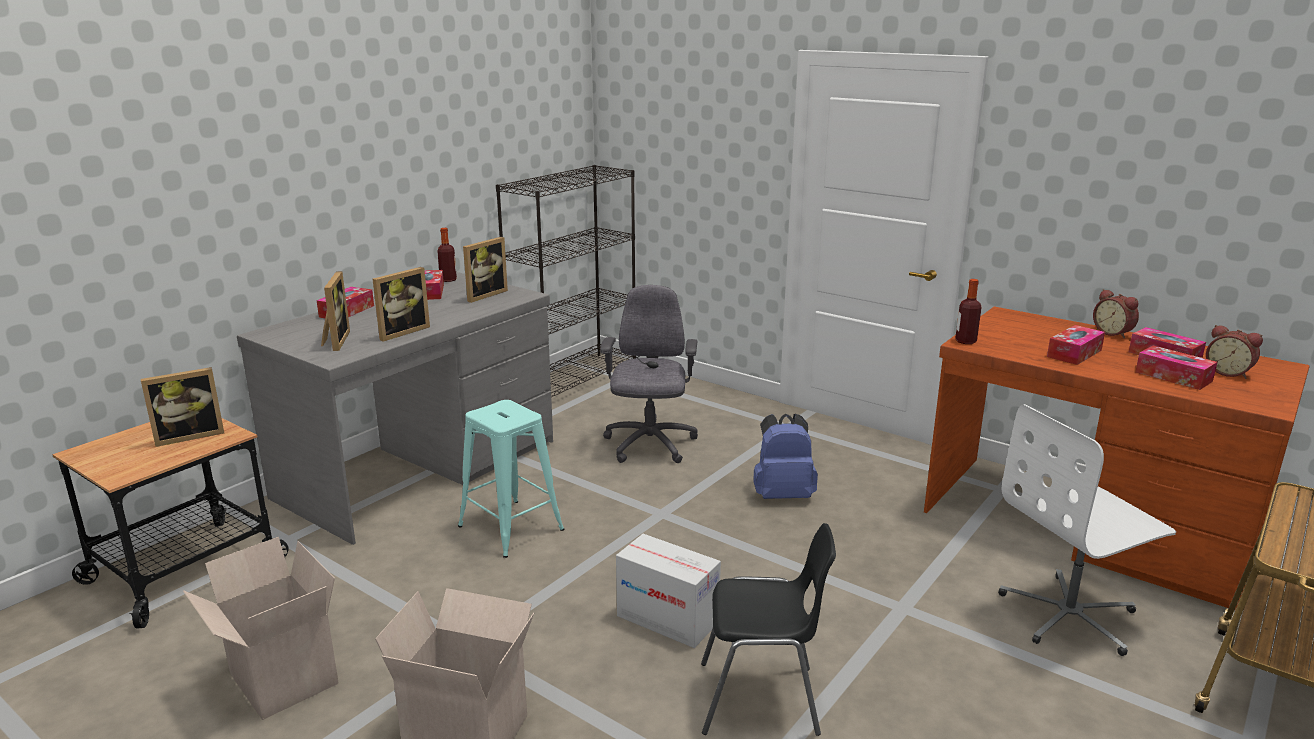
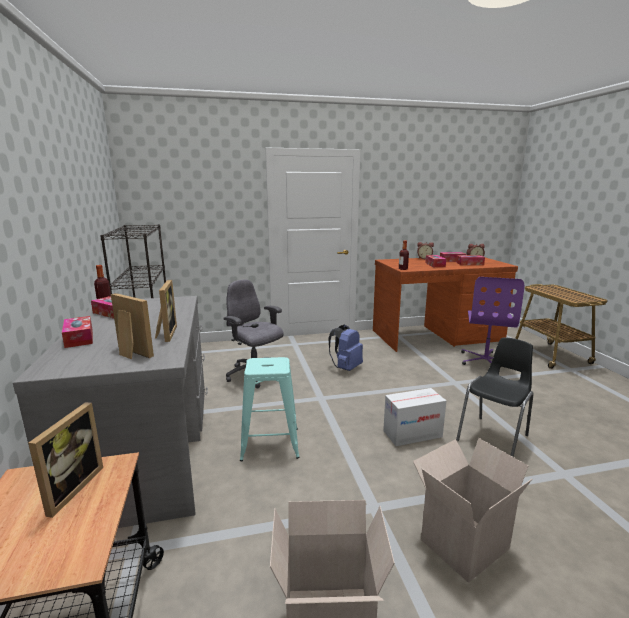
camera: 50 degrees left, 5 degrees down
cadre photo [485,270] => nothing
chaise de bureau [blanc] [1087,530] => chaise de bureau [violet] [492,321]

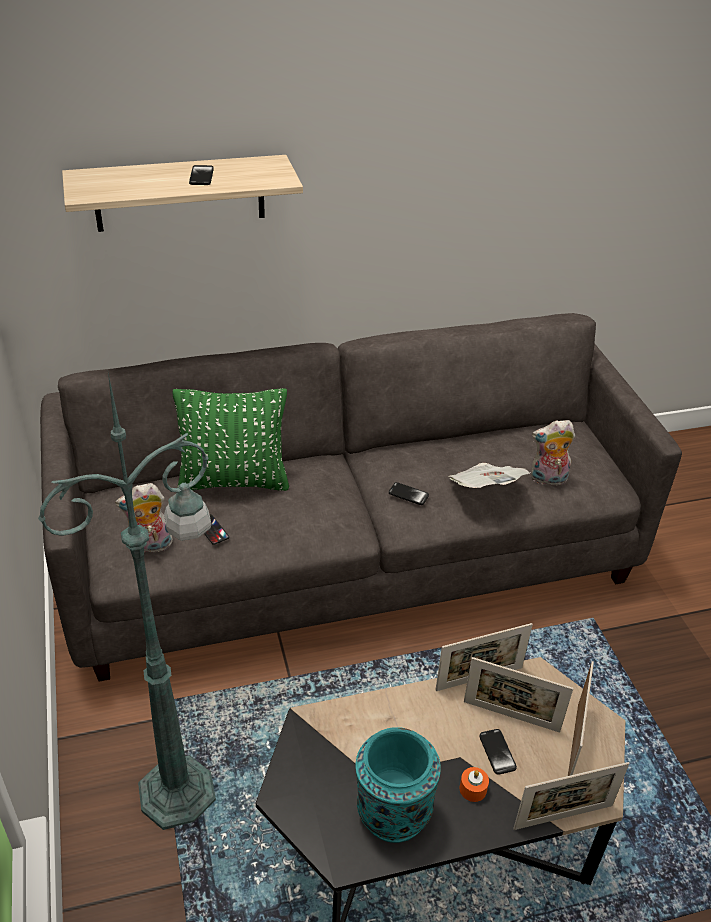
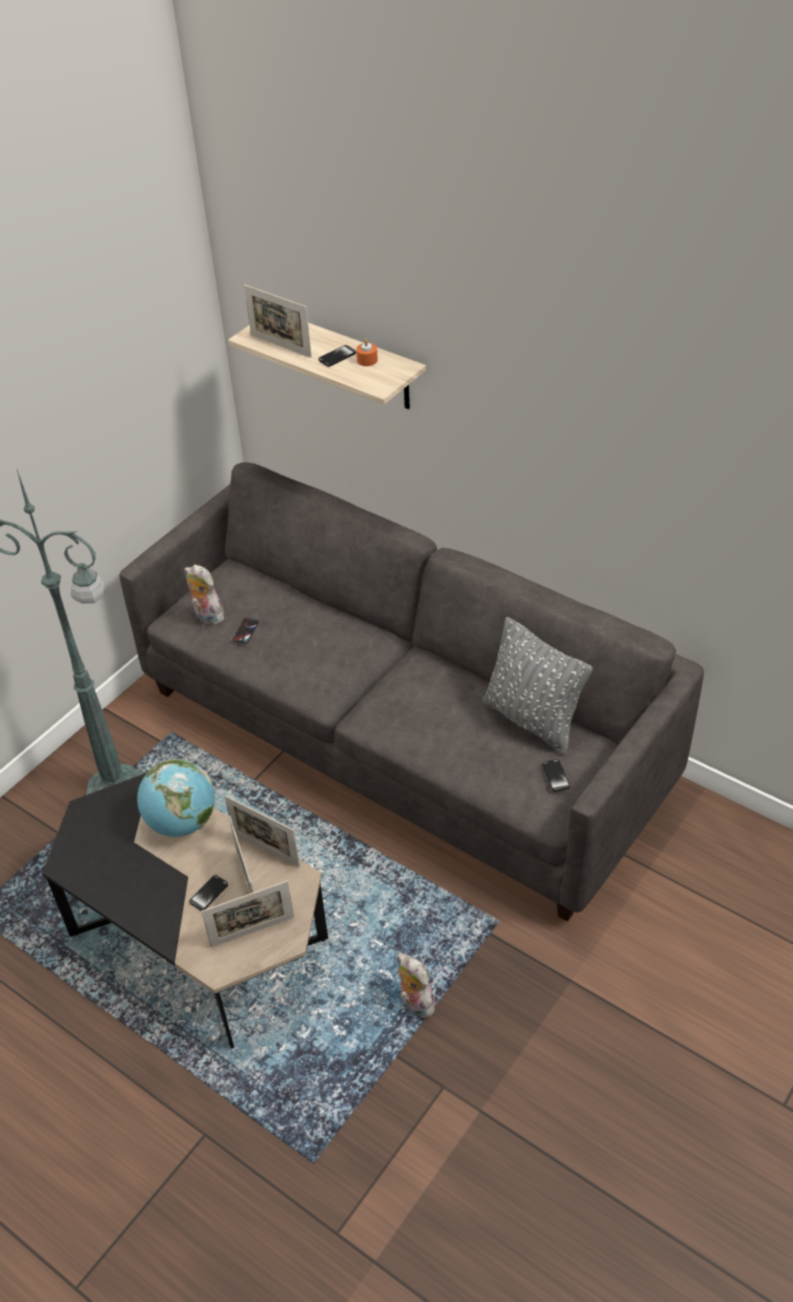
camera: 55 degrees right, 5 degrees up
coussin [vert] [230,439] => nothing
vase [turquoise] [398,785] => nothing
journal [489,475] => nothing
nothing => globe [176,798]
nothing => coussin [gris] [537,686]
téléphone [409,493] => téléphone [556,775], relocated
bougie [orange] [474,784] => bougie [orange] [367,352], relocated
cadre photo [571,796] => cadre photo [278,321], relocated
peluche [553,453] => peluche [416,985], relocated

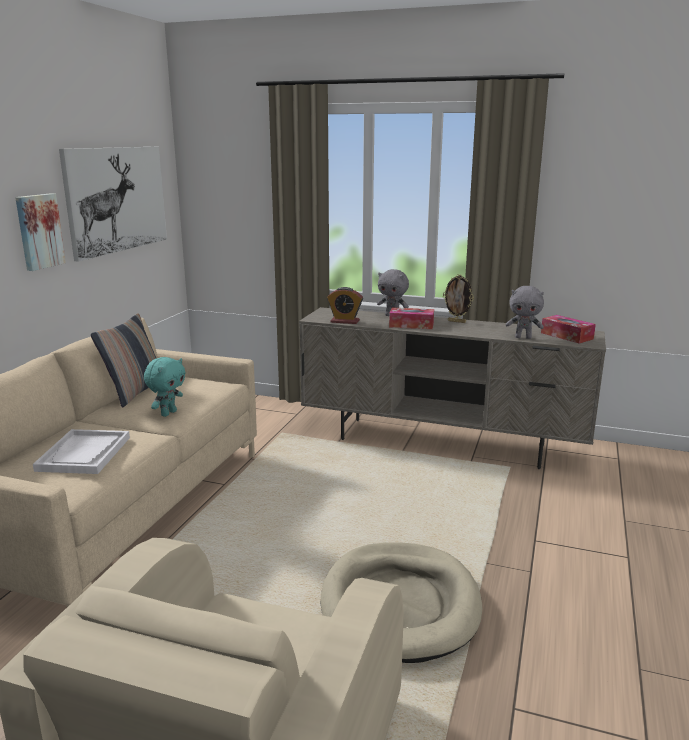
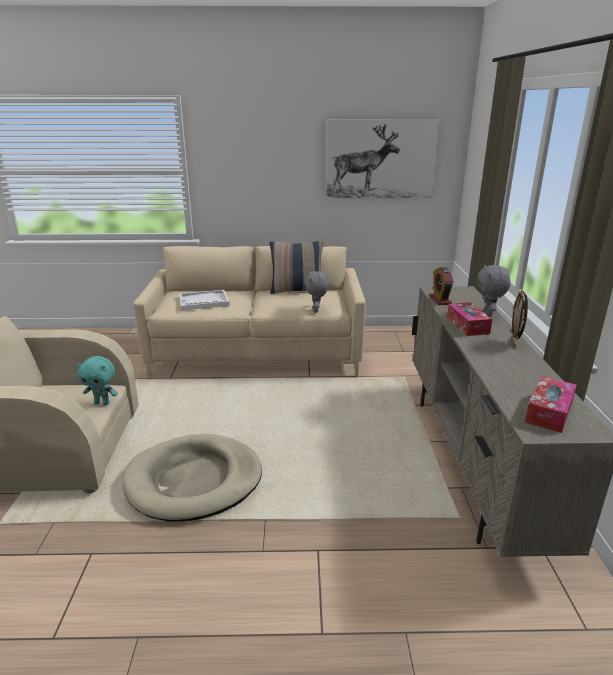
camera: 70 degrees right, 5 degrees up
tableau [40,232] => nothing
peluche [turquoise] [165,387] => peluche [turquoise] [97,380], relocated
peluche [gris] [525,312] => peluche [gris] [316,292], relocated

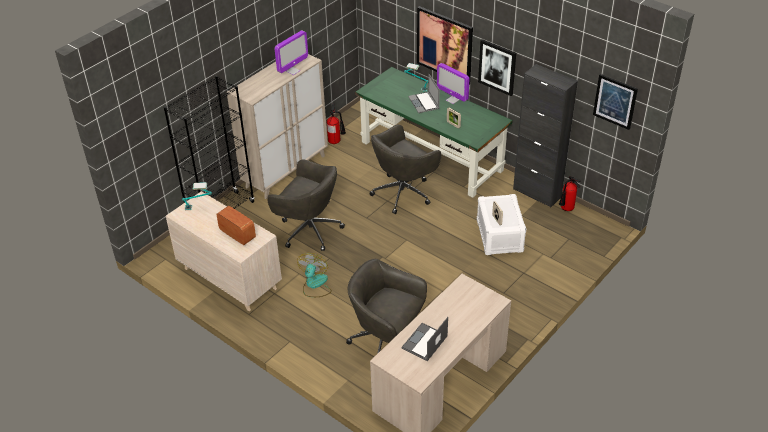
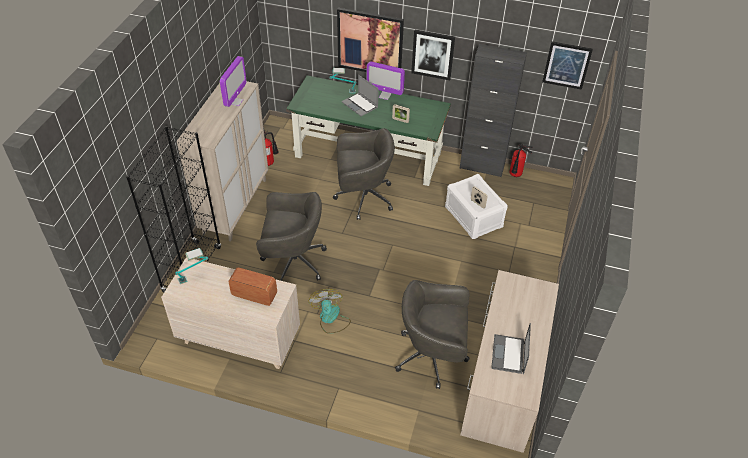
camera: 25 degrees left, 5 degrees up
chaise de bureau [gris] [405,169] => chaise de bureau [gris] [364,174], 120 degrees counterclockwise

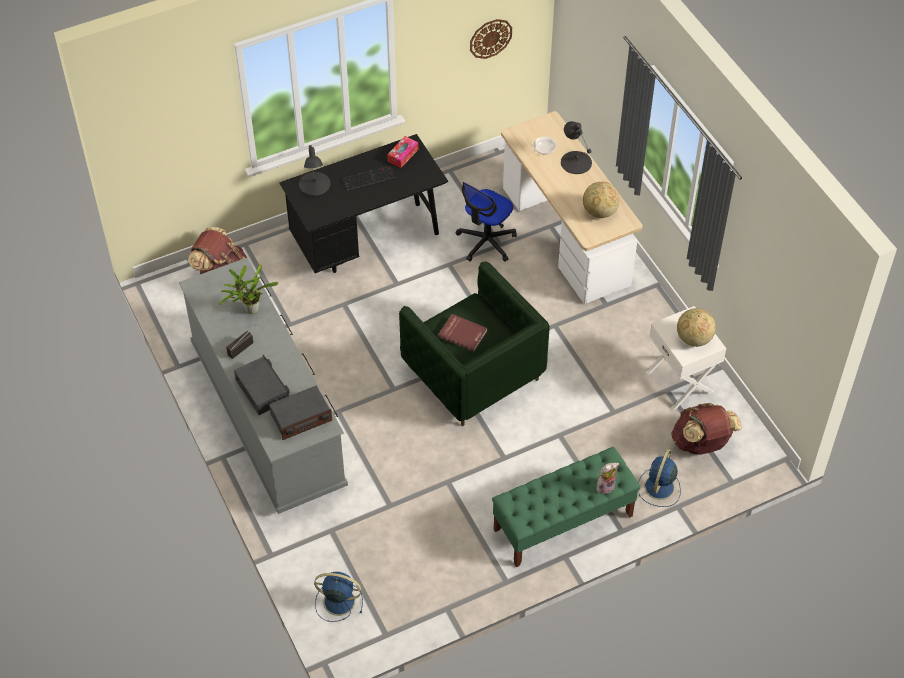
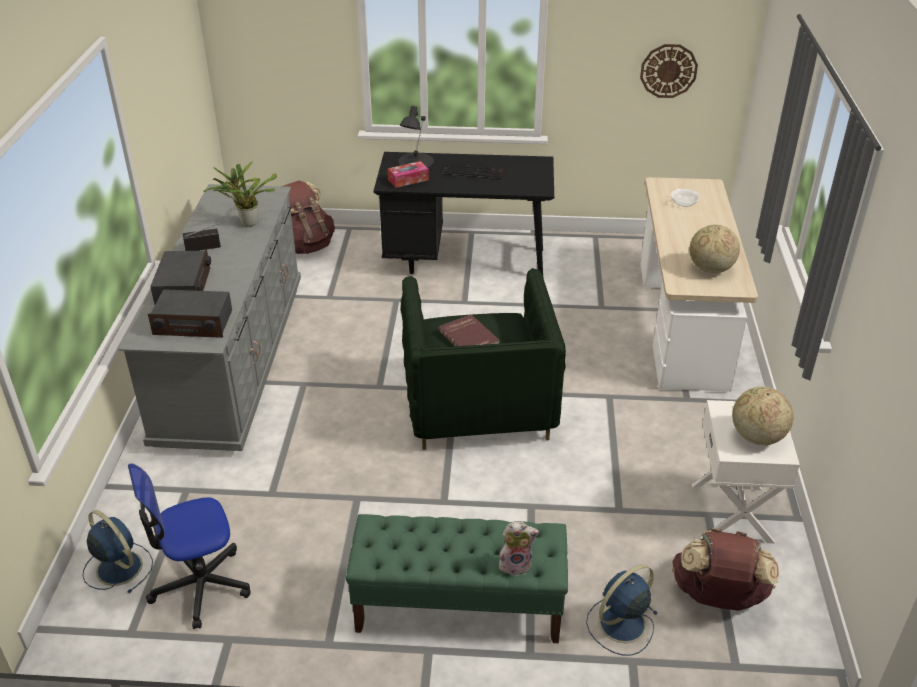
camera: 30 degrees right, 15 degrees down
lampe de table [noir] [576,147] => nothing
boîte à mouchoirs [402,152] => boîte à mouchoirs [408,174], relocated
chaise de bureau [486,222] => chaise de bureau [189,546], relocated

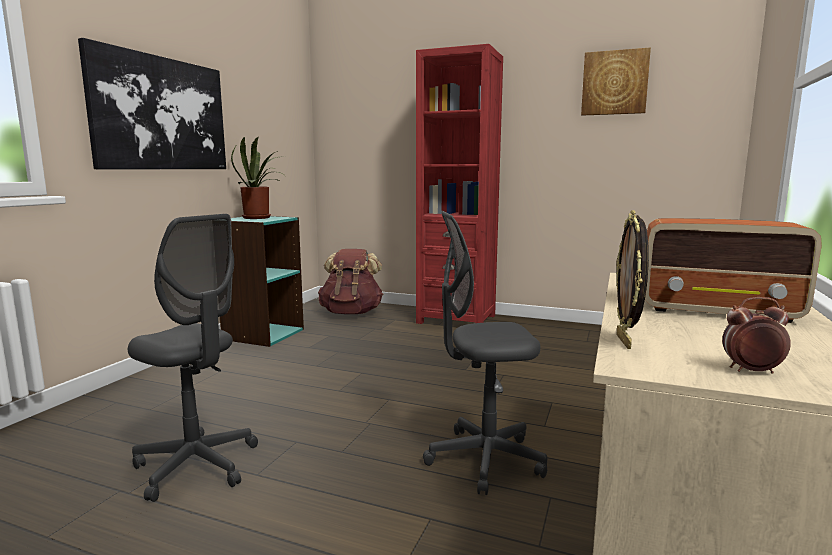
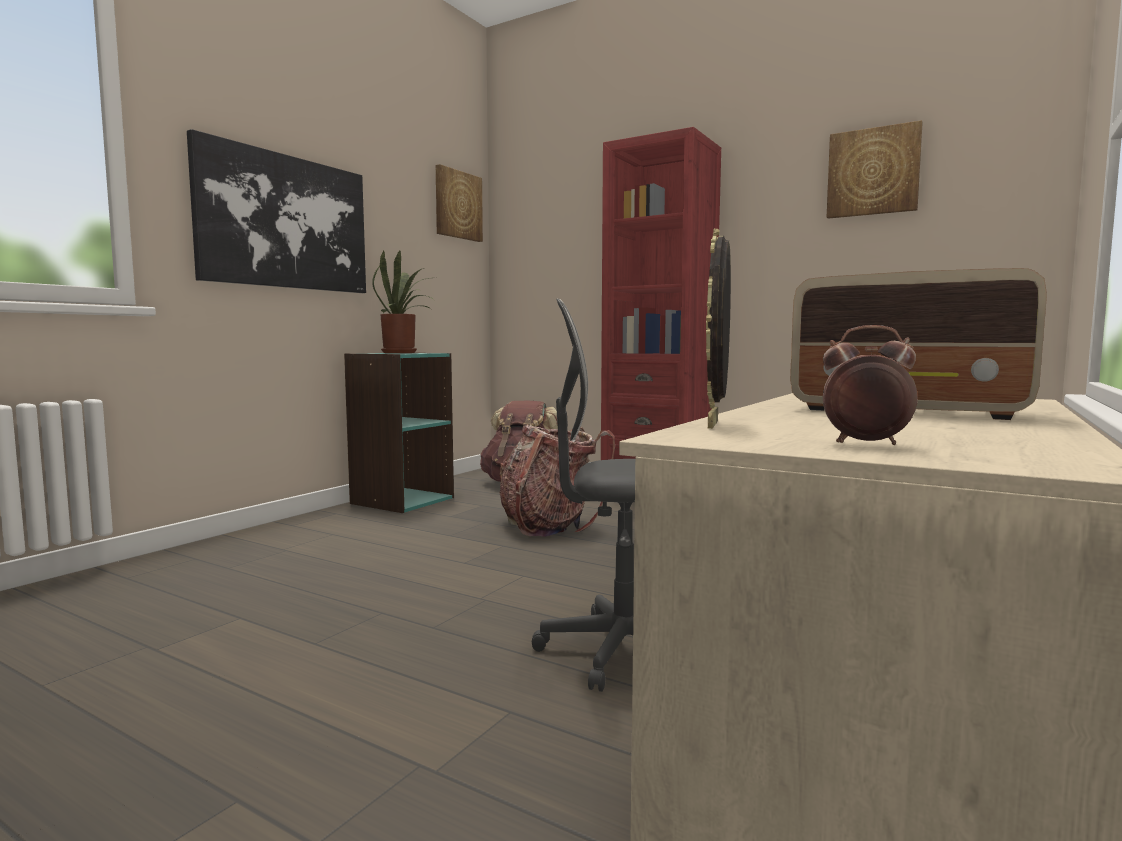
camera: 10 degrees right, 5 degrees down
chaise de bureau [gris] [193,358] => nothing
nothing => tableau [459,203]
nothing => sac à dos [557,481]

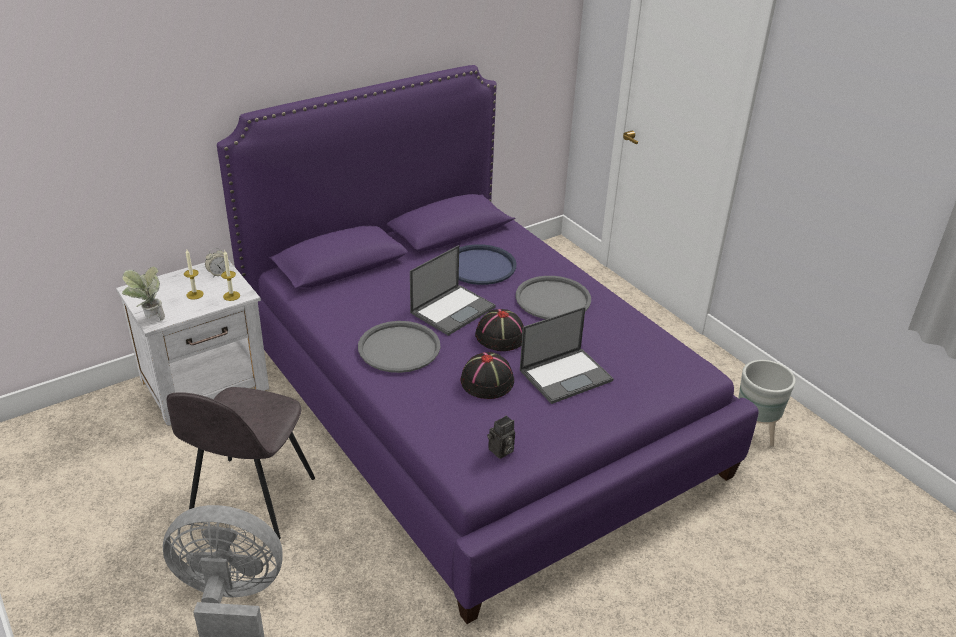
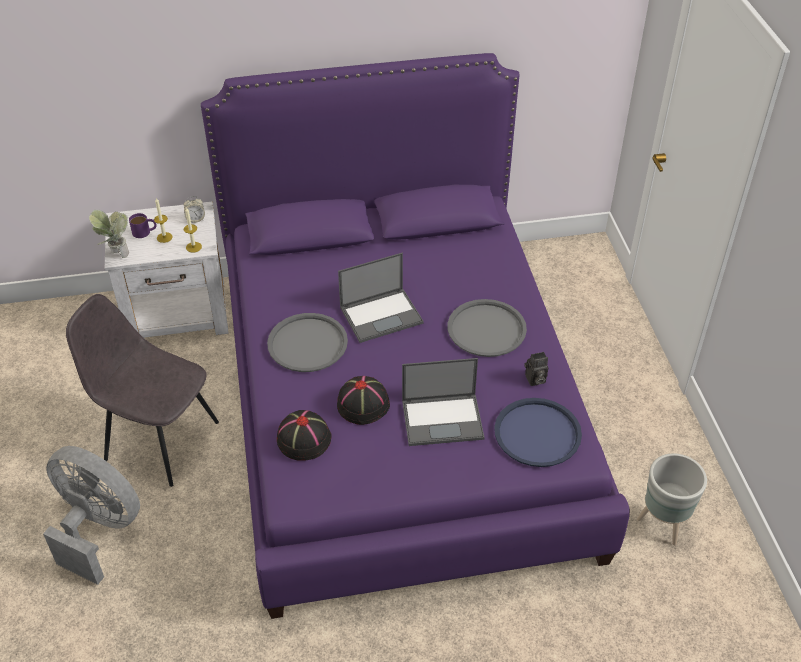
camera: 25 degrees right, 10 degrees up
nothing => mug [violet] [143,225]
plateau [bleu] [488,264] => plateau [bleu] [538,432], relocated
chapeau [noir] [499,330] => chapeau [noir] [304,435], relocated
appareil photo [501,437] => appareil photo [536,369], relocated
chaise [gris] [241,463] => chaise [gris] [142,390], 75 degrees clockwise

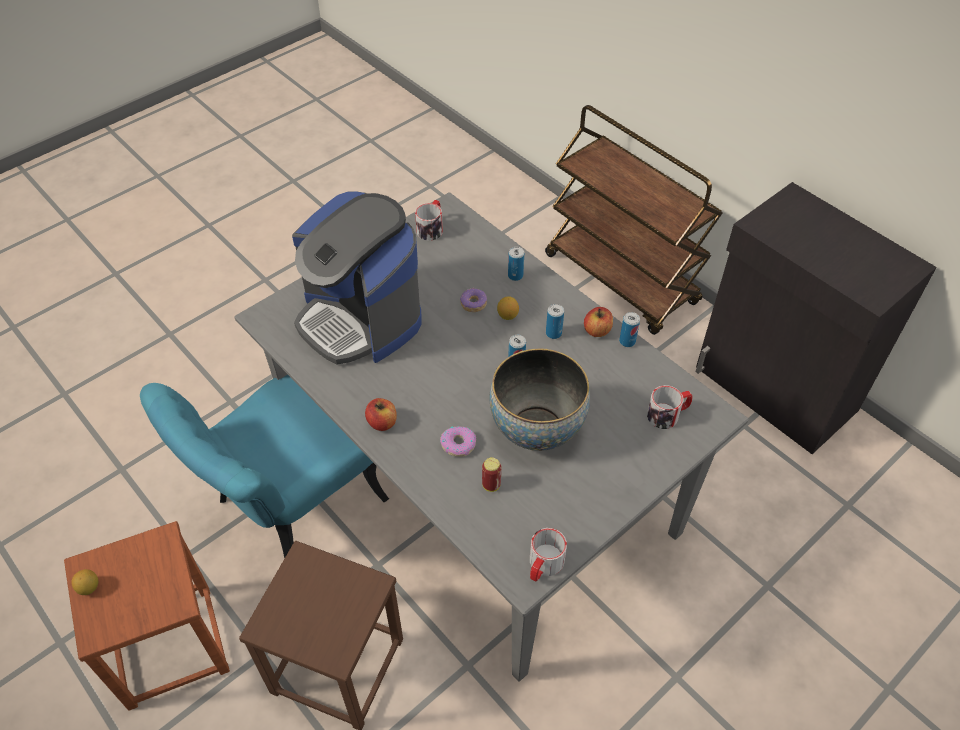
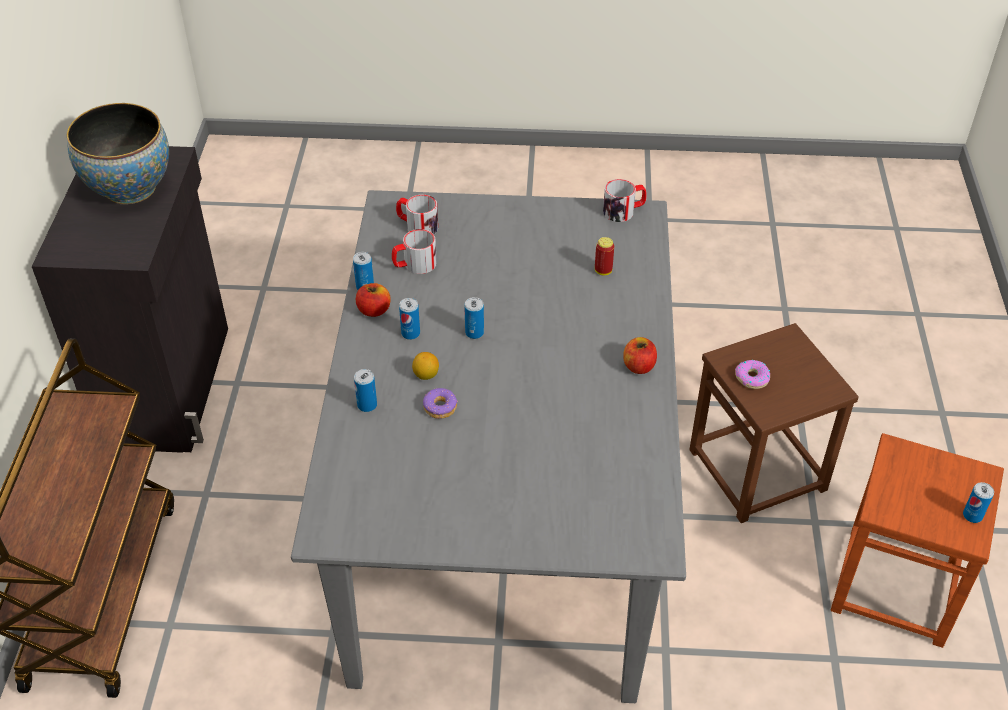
camera: 135 degrees left, 5 degrees down
chaise [turquoise] [264,467] => nothing
machine à café [357,278] => nothing
mug [429,220] => mug [414,251], relocated
beignet [458,441] => beignet [752,374], relocated
bol [540,399] => bol [118,153], relocated
citron [84,582] => boîte métallique [978,502]

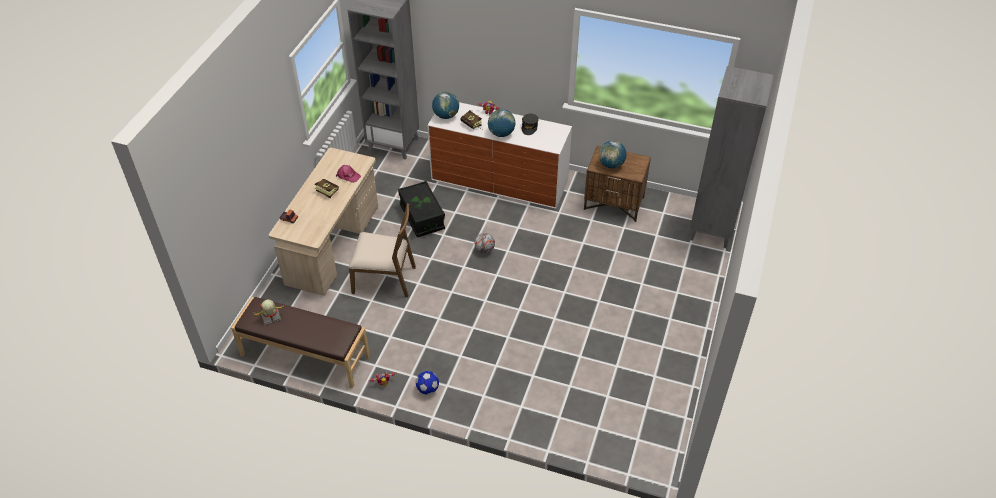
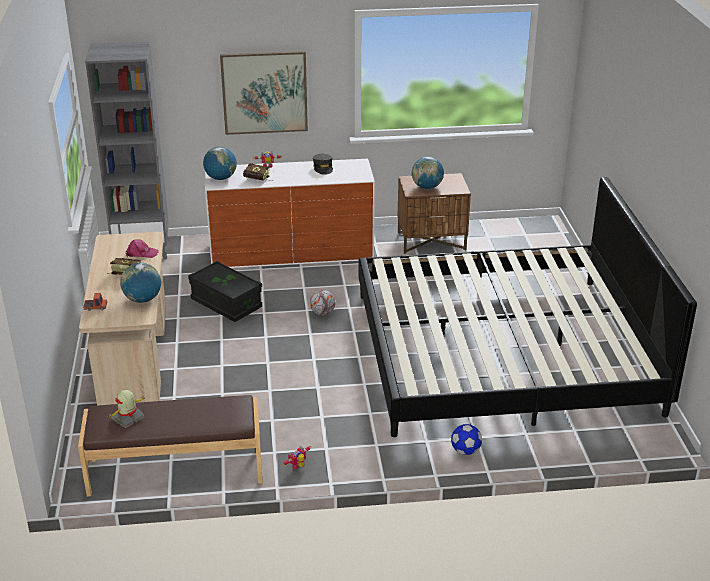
camera: 25 degrees left, 15 degrees down
chaise [marron] [382,250] => nothing
bibliothèque [gris] [732,157] => nothing
nothing => tableau [264,93]
nothing => lit [528,307]
ballon de foot [427,382] => ballon de foot [466,439], relocated
globe [502,123] => globe [140,283], relocated

